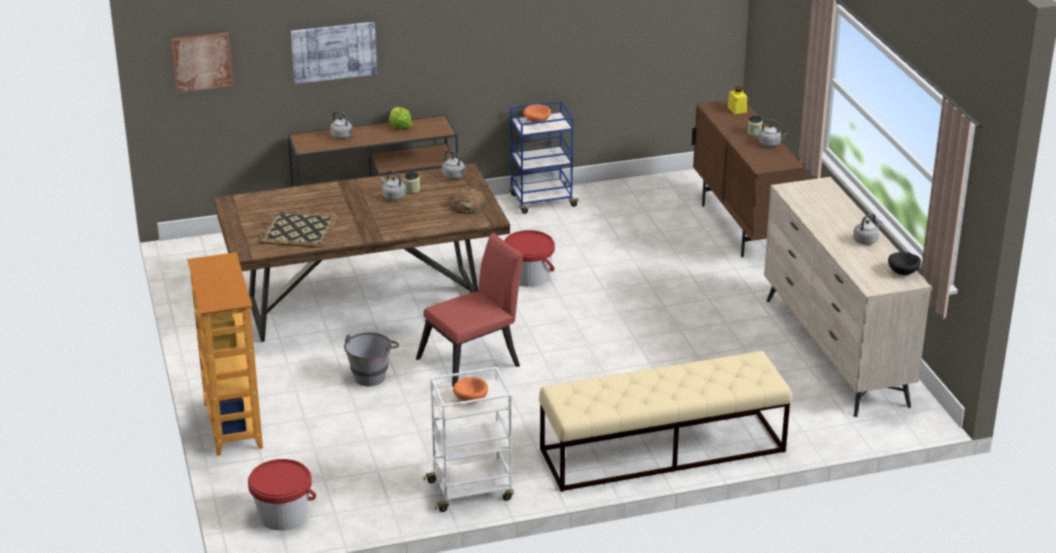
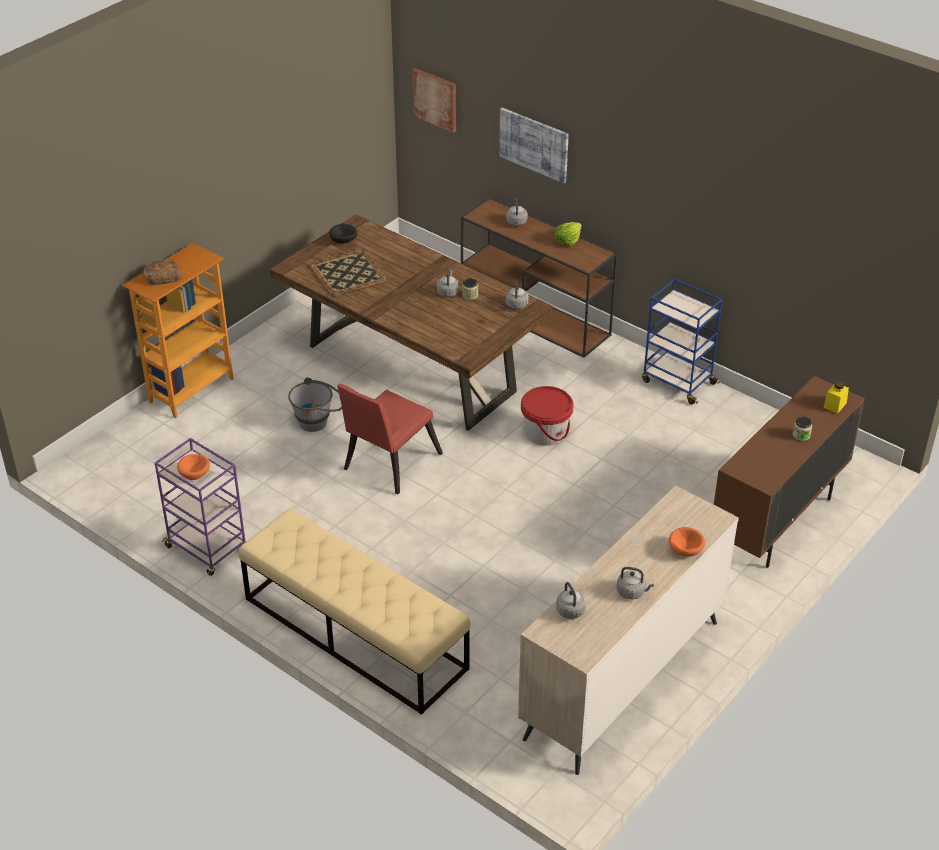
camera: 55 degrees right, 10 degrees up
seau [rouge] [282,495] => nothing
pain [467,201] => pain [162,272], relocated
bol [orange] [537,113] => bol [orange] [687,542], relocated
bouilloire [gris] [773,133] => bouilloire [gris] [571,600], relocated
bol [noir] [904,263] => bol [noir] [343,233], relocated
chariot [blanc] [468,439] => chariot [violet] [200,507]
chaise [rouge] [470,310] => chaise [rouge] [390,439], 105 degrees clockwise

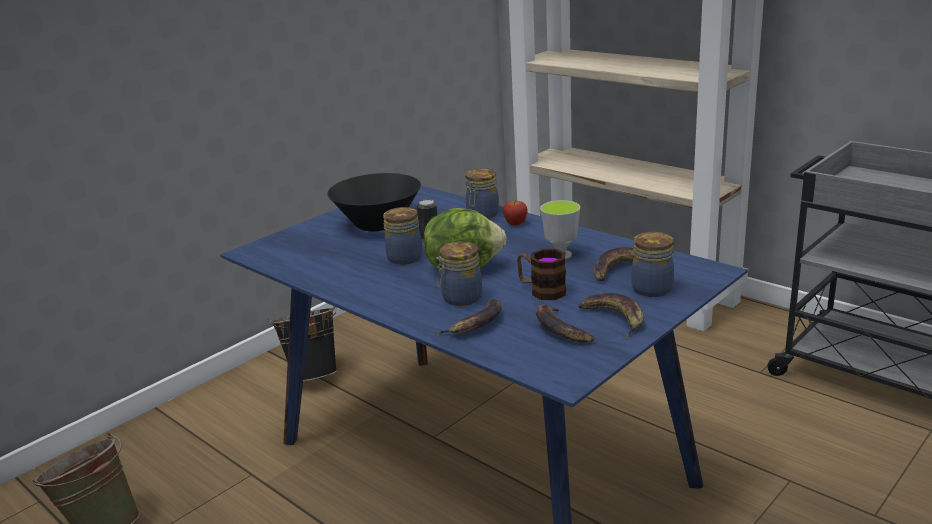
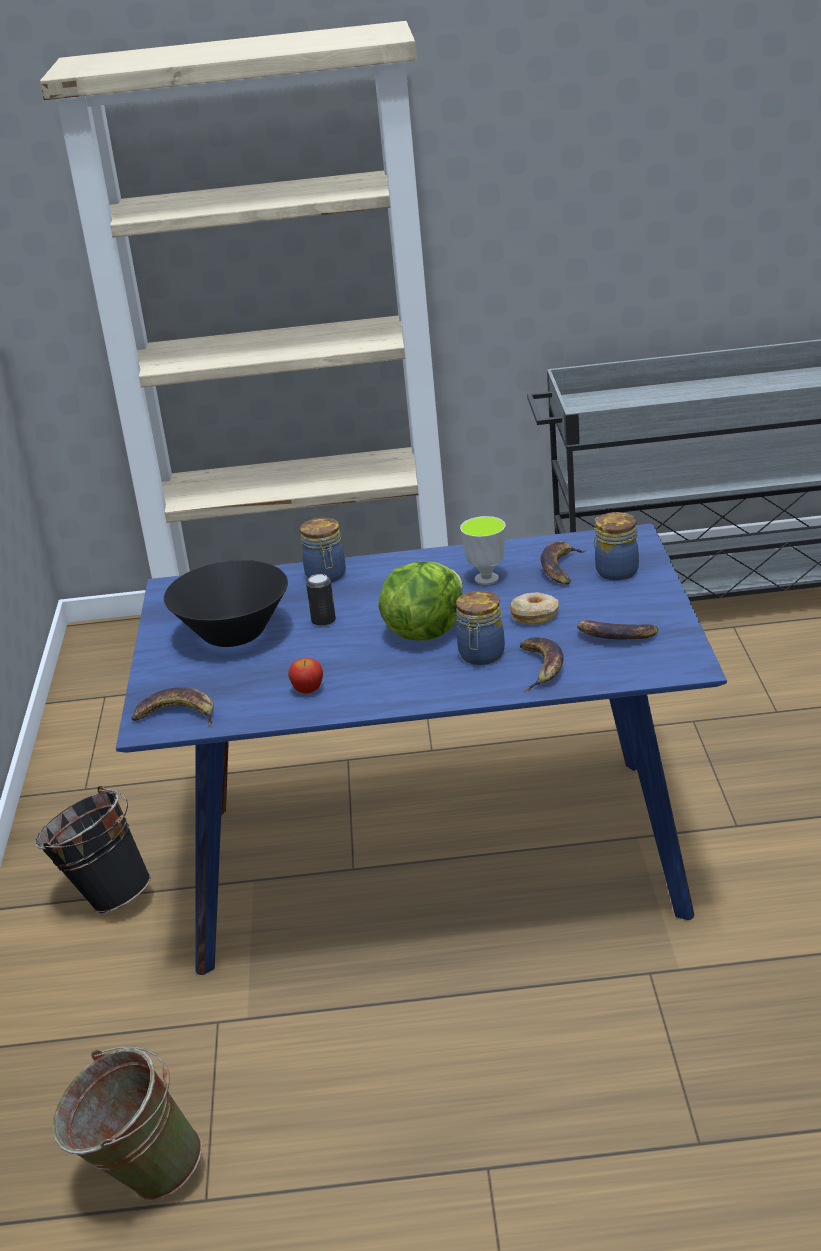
camera: 45 degrees left, 5 degrees up
bocal [403,236] => nothing
pomme [515,213] => pomme [305,676], relocated
banane [611,316] => banane [173,707], relocated
mug [541,274] => beignet [534,608]

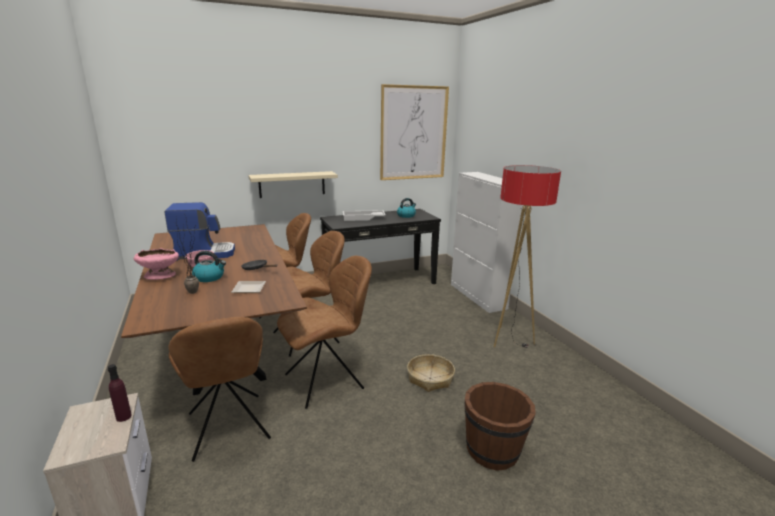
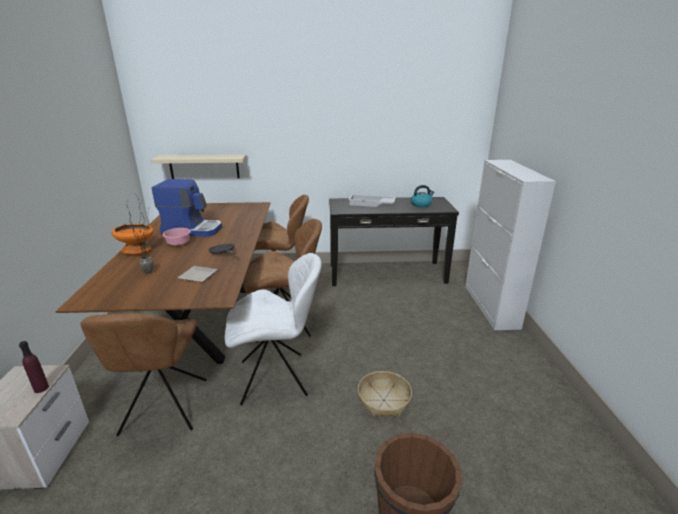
camera: 20 degrees right, 5 degrees up
bouilloire [209,266] => nothing
tableau [414,132] => nothing
lampadaire [527,256] => nothing
étagère [beige] [293,184] => étagère [beige] [199,166], relocated
bol [rose] [156,264] => bol [orange] [132,238]
chaise [marron] [324,332] => chaise [blanc] [273,329]

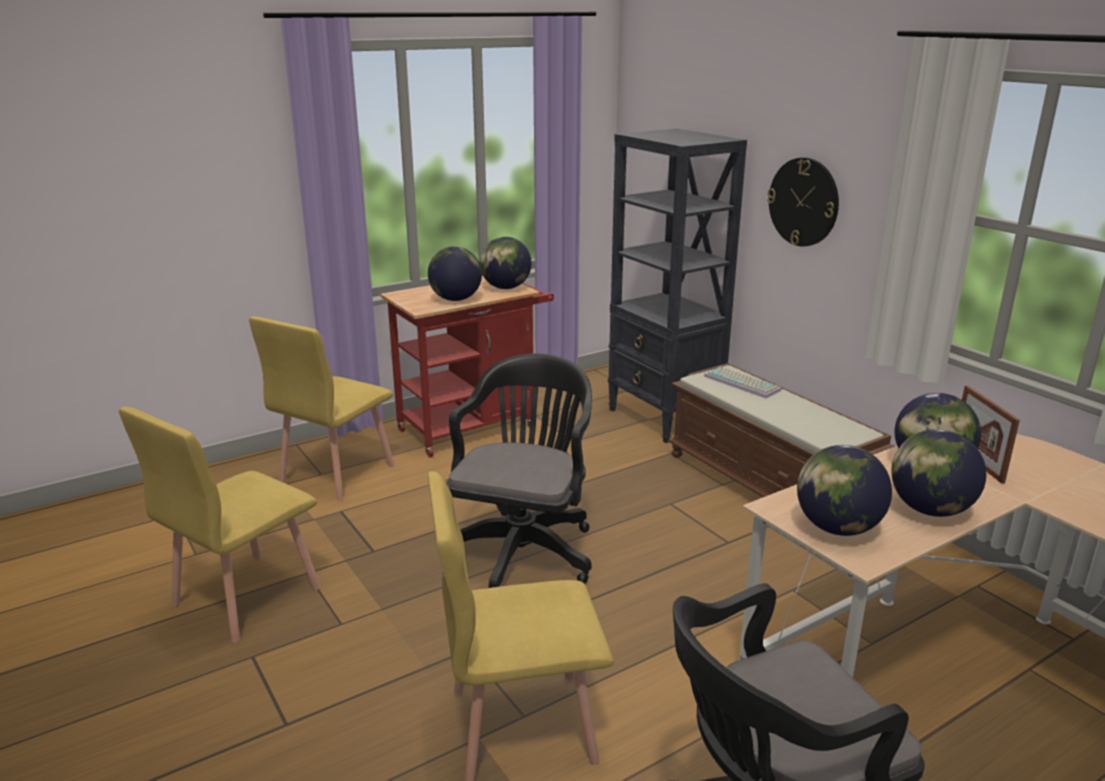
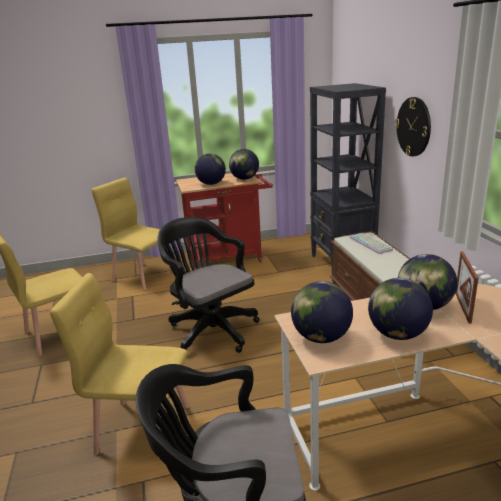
camera: 20 degrees right, 0 degrees up
chaise [jaune] [322,409] => chaise [jaune] [132,234], 75 degrees clockwise
chaise de bureau [noir] [519,470] => chaise de bureau [noir] [208,285], 75 degrees counterclockwise

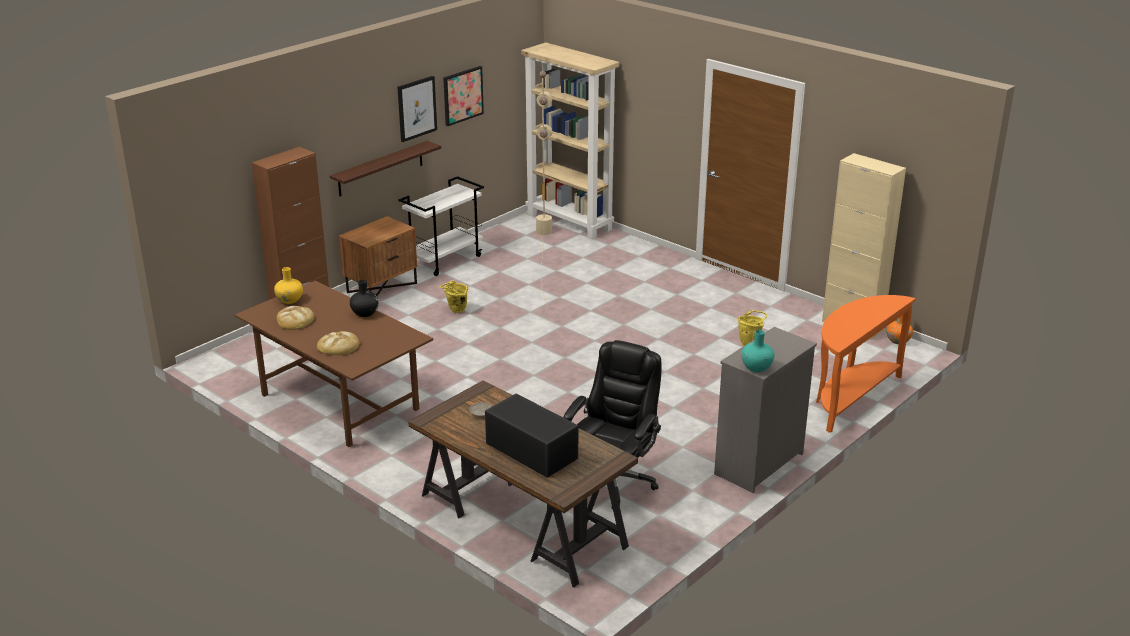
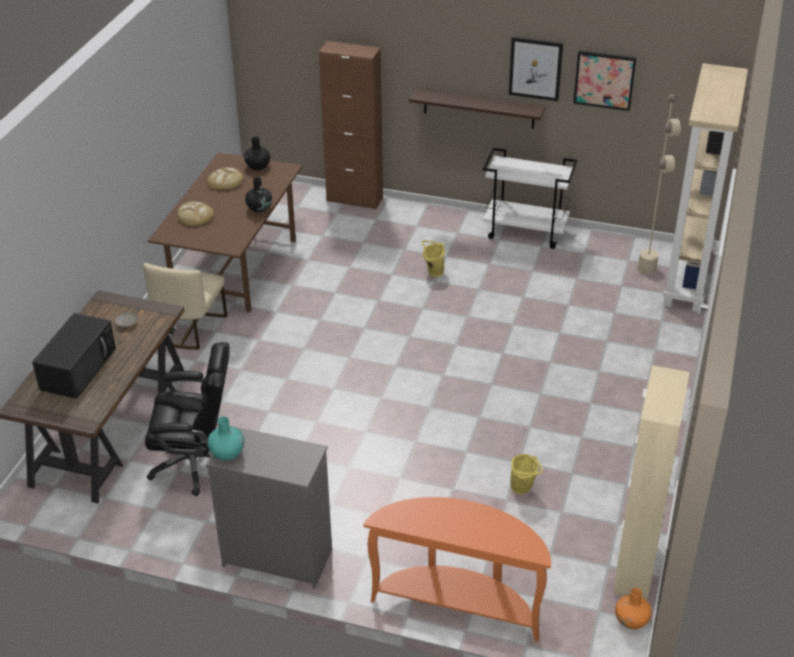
camera: 65 degrees right, 10 degrees up
table de chevet [marron] [378,256] => nothing
nothing => chaise [beige] [185,306]
vase [jaune] [288,285] => vase [noir] [257,153]

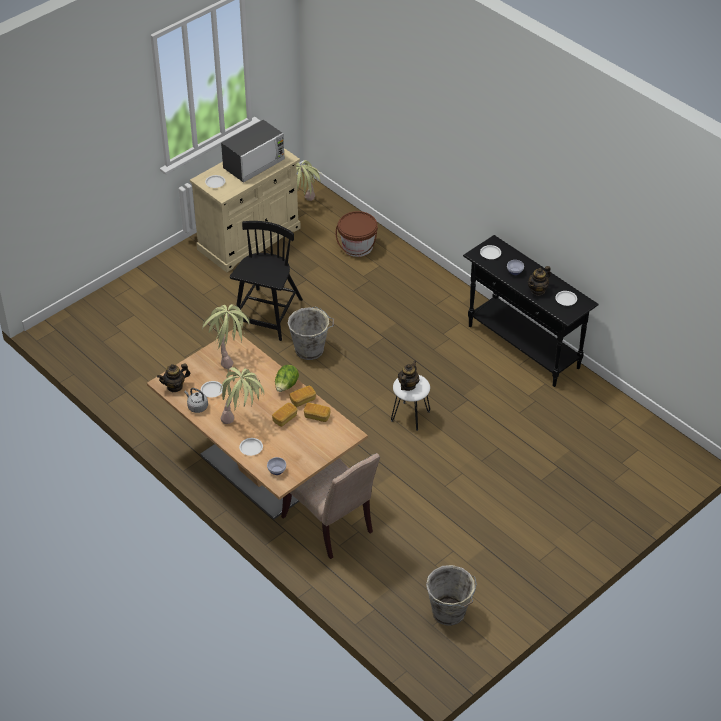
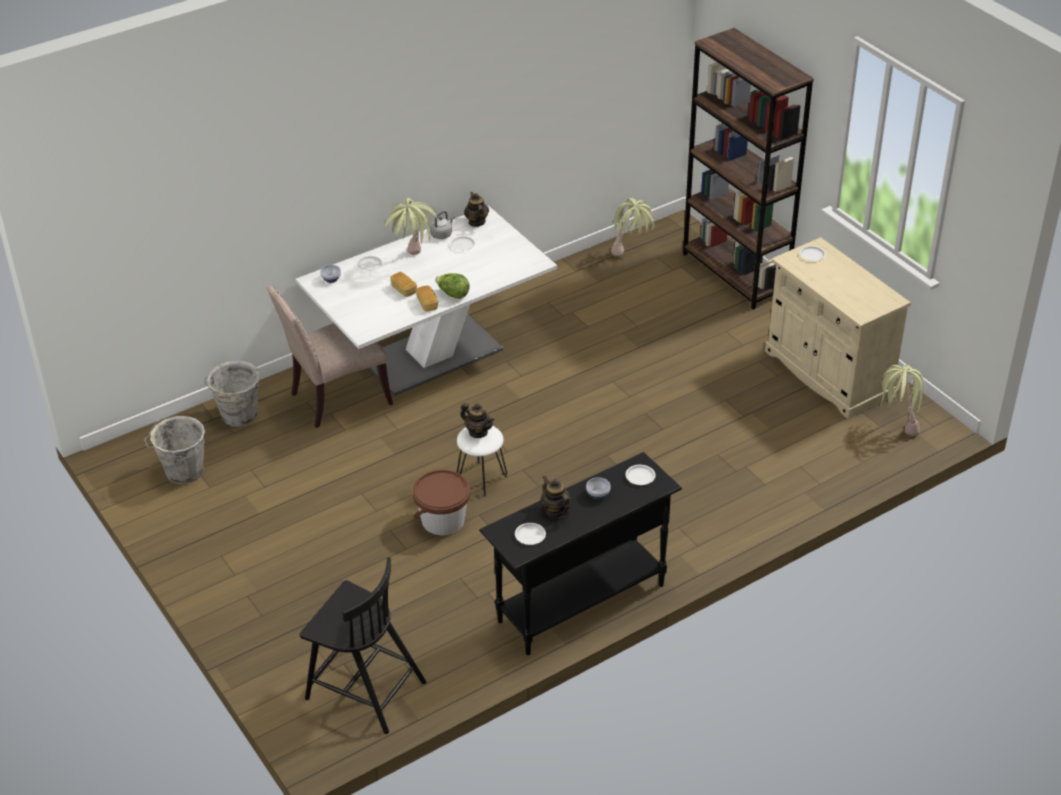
camera: 100 degrees right, 5 degrees down
micro-ondes [253,151] => nothing
pain [317,412] => nothing
nothing => bibliothèque [marron] [748,169]
plante en pot [226,336] => plante en pot [632,227], relocated
chaise [noir] [266,281] => chaise [noir] [363,646], relocated
seau [gris] [311,333] => seau [gris] [232,394], relocated
seau [marron] [357,234] => seau [marron] [441,502], relocated
table à manger [marron] [257,425] => table à manger [blanc] [426,301]

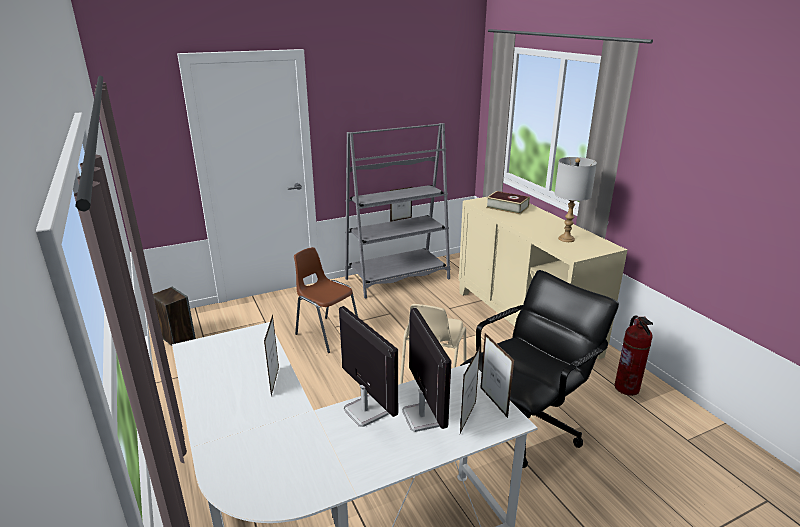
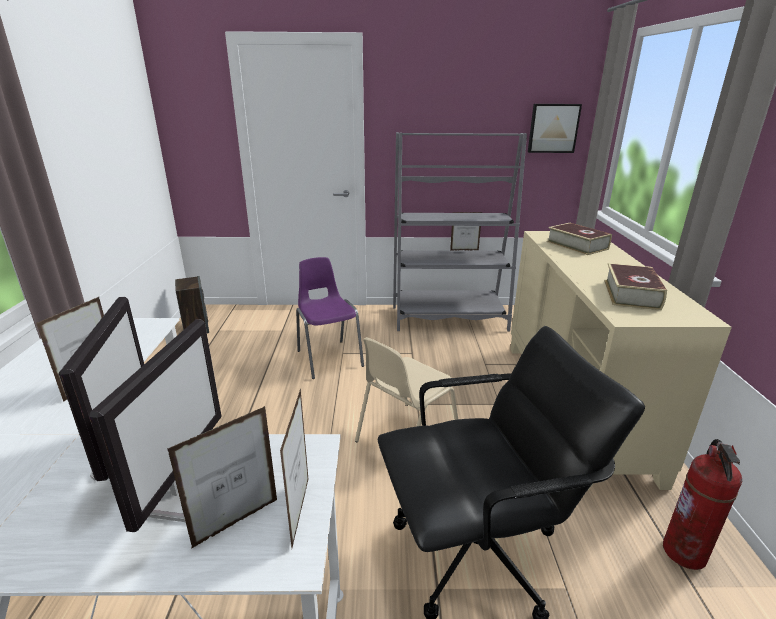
camera: 25 degrees right, 0 degrees up
nothing => tableau [555,128]
lampe de table [gris] [575,199] => livre [635,286]
chaise [marron] [326,300] => chaise [violet] [330,318]

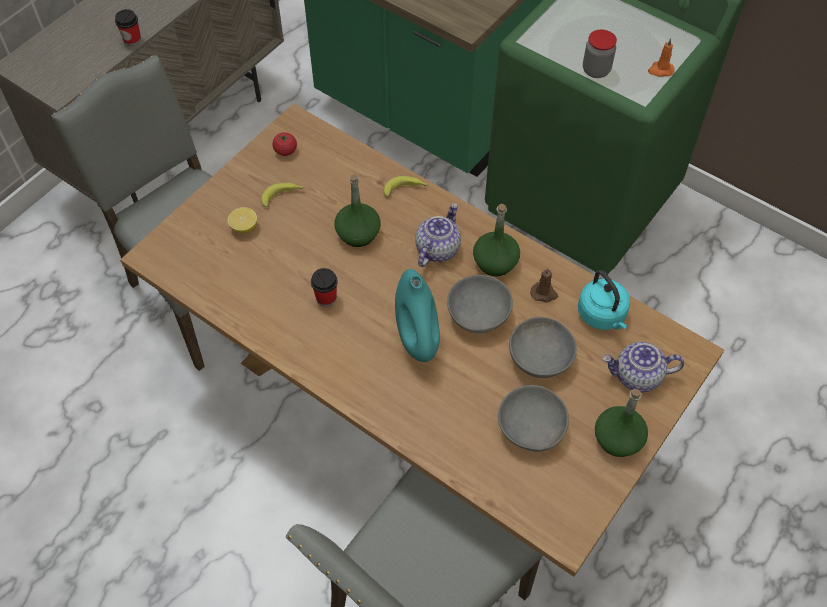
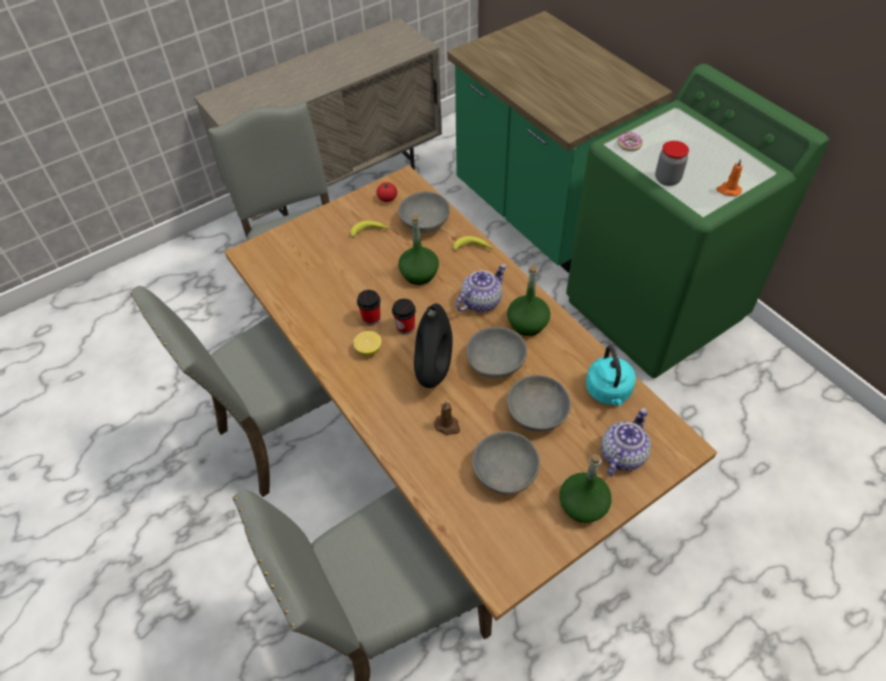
camera: 20 degrees right, 5 degrees down
nothing => chaise [gris] [231,391]
nothing => bol [gris] [424,212]
nothing => beignet [630,141]
tasse [128,27] => tasse [404,317], relocated
citron [242,220] => citron [367,343], relocated
bougie [marron] [544,285] => bougie [marron] [447,418], relocated
vase [turquoise] [417,315] => vase [noir] [433,346]
théière [643,367] => théière [626,442], 105 degrees clockwise

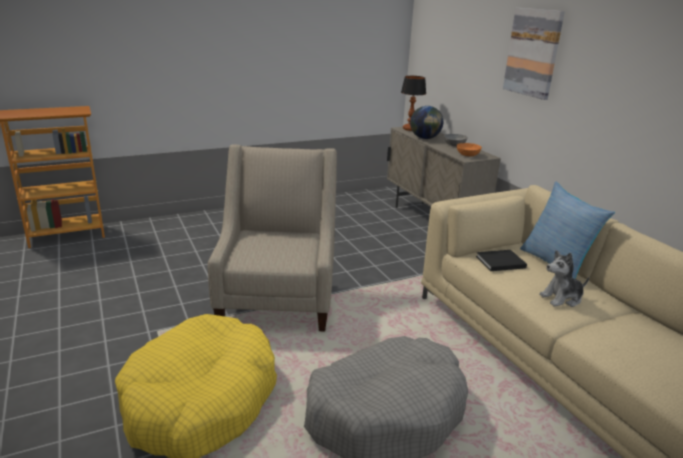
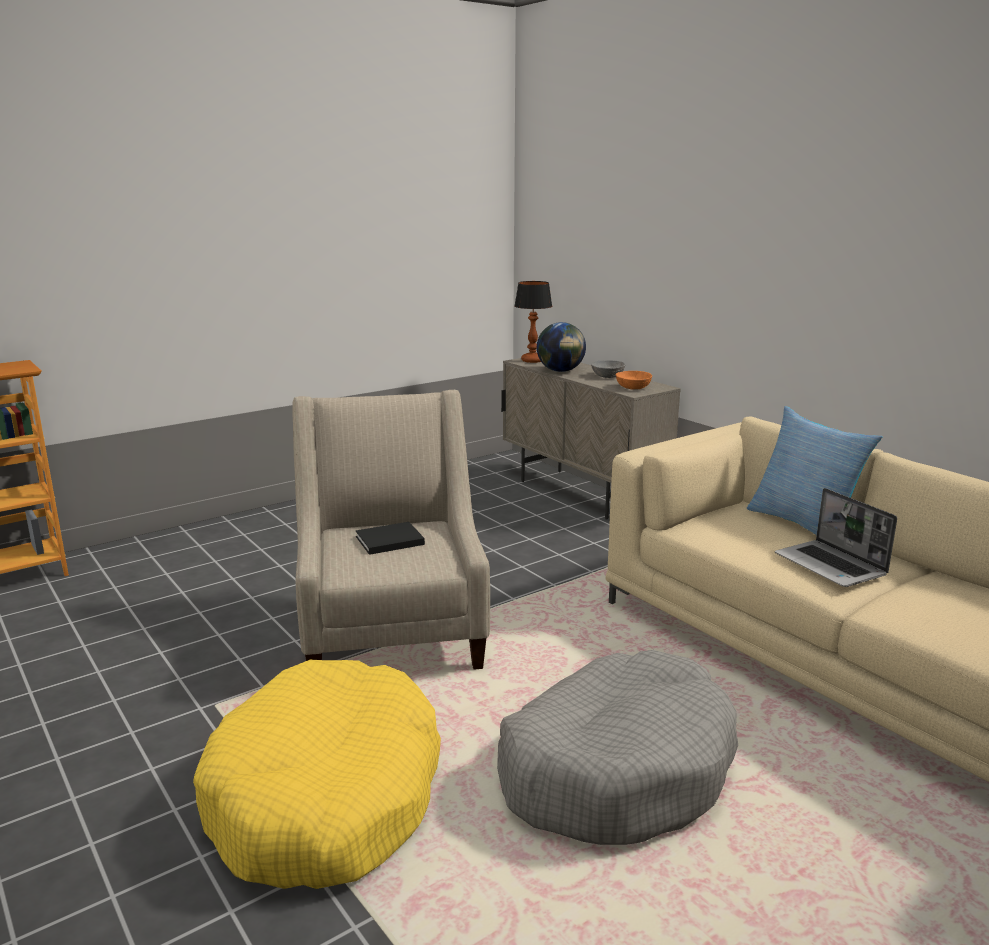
camera: 10 degrees left, 5 degrees down
tableau [534,54] => nothing
livre [noir] [501,260] => livre [noir] [390,538], relocated
peluche [564,278] => ordinateur portable [836,537]

